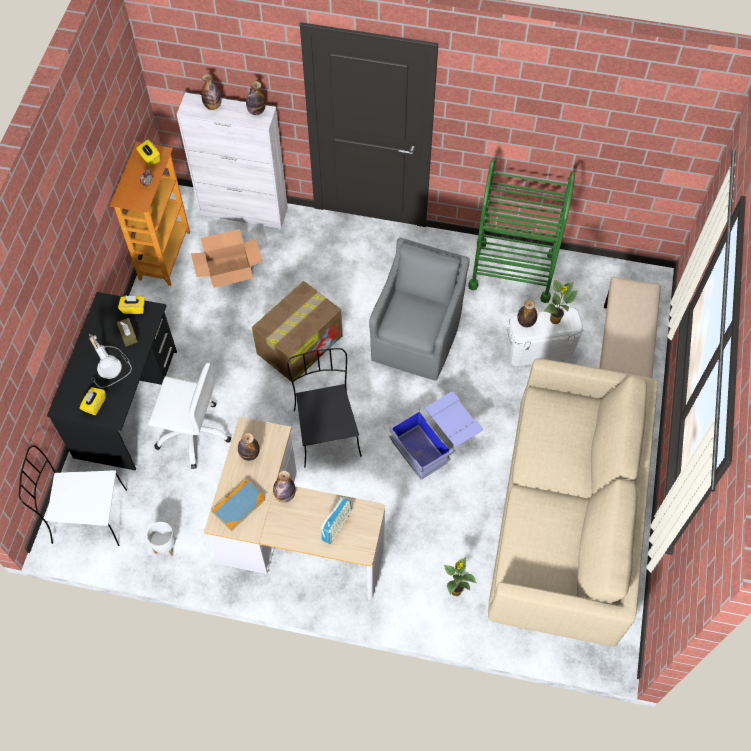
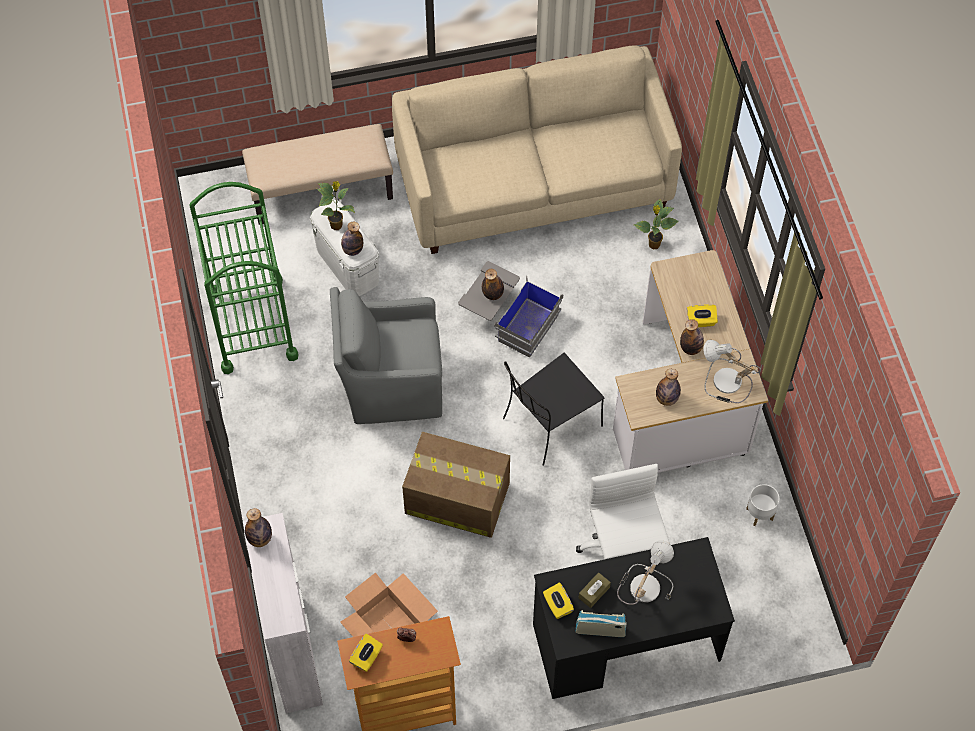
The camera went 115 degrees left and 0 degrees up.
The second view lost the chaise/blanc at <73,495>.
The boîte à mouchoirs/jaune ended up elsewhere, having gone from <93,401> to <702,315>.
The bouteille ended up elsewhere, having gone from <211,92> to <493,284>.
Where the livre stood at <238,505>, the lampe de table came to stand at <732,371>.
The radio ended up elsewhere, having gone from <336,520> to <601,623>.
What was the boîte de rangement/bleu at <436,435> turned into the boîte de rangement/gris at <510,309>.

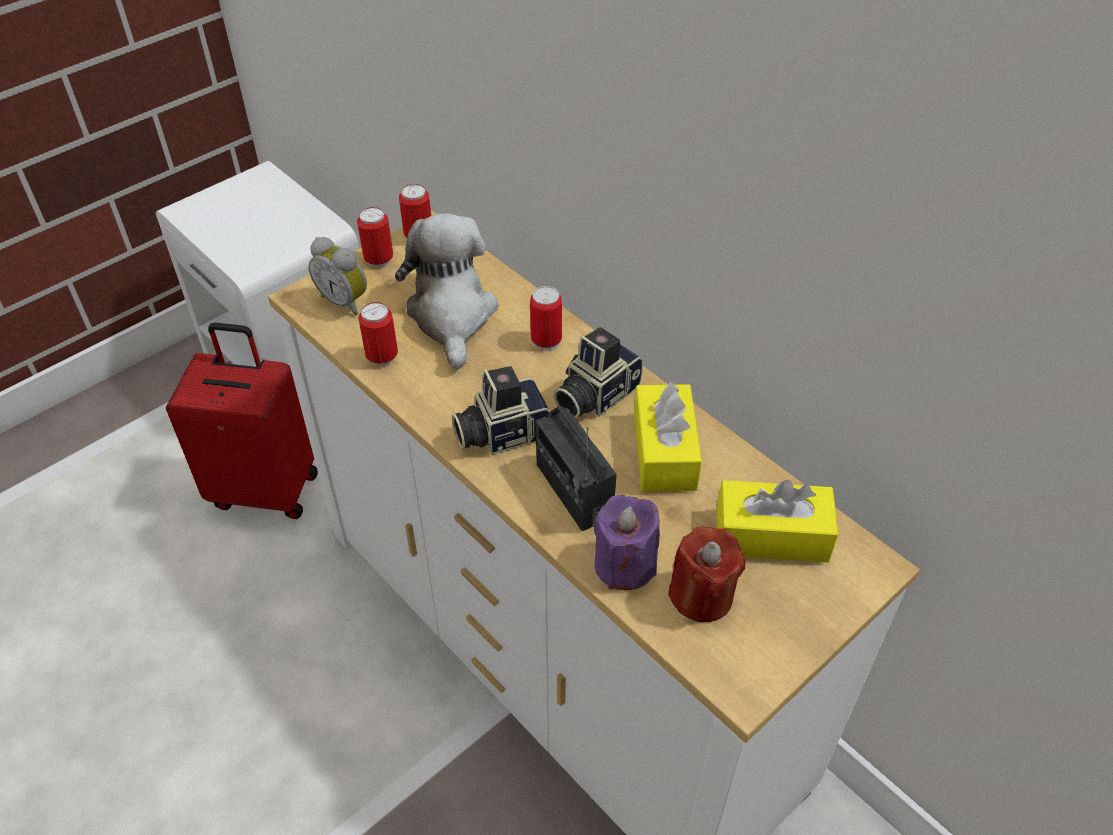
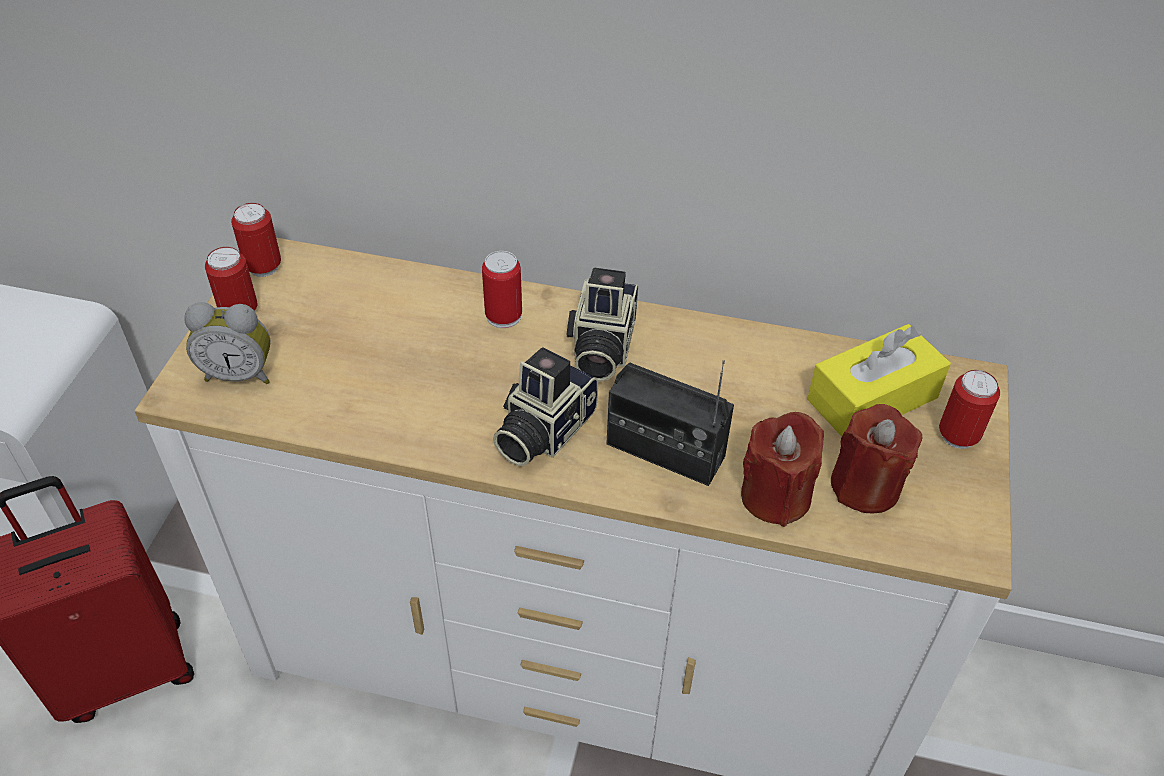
The camera went 35 degrees left and 0 degrees up.
The boîte métallique ended up elsewhere, having gone from <378,334> to <969,409>.
The second view lost the peluche at <446,291>.
What was the bougie/violet at <626,542> turned into the bougie/rouge at <782,469>.
The second view lost the boîte à mouchoirs/jaune at <668,437>.

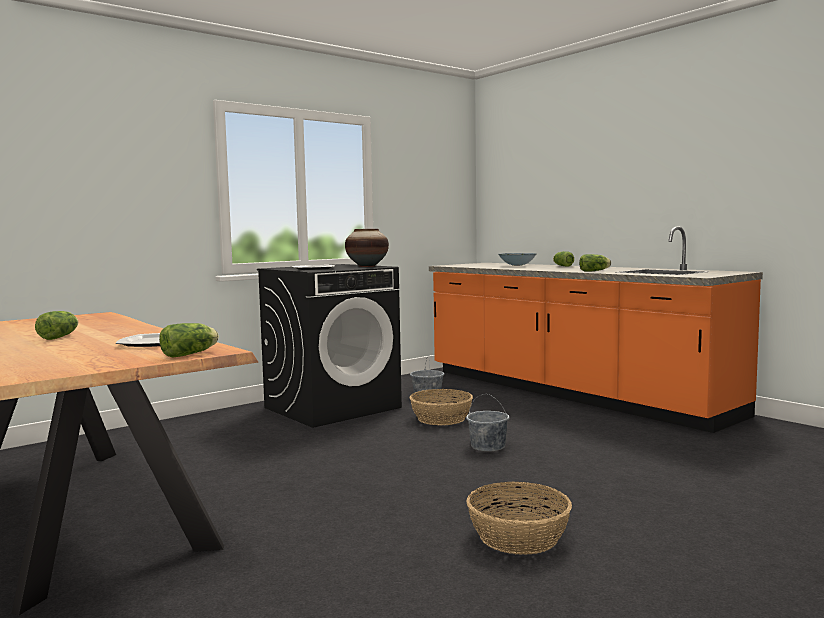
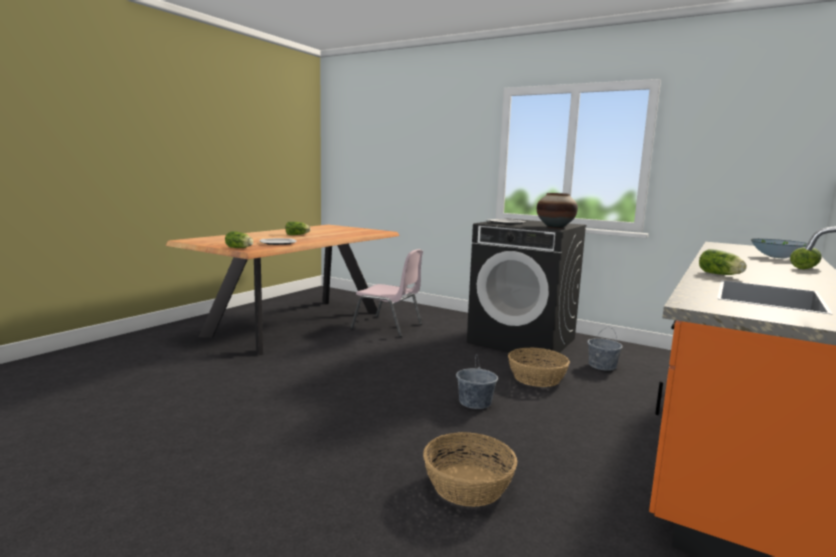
The camera went 70 degrees right and 5 degrees up.
The panier ended up elsewhere, having gone from <519,518> to <470,469>.
The second view gained the chaise/rose at <387,293>.

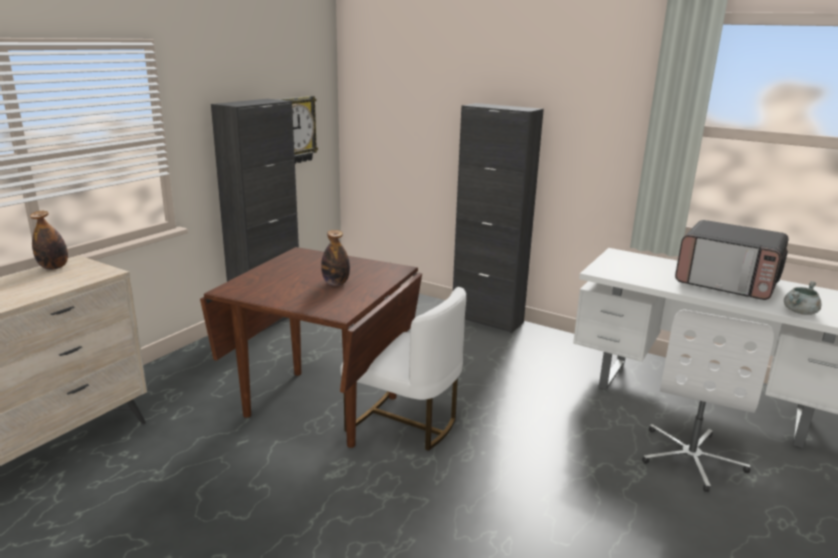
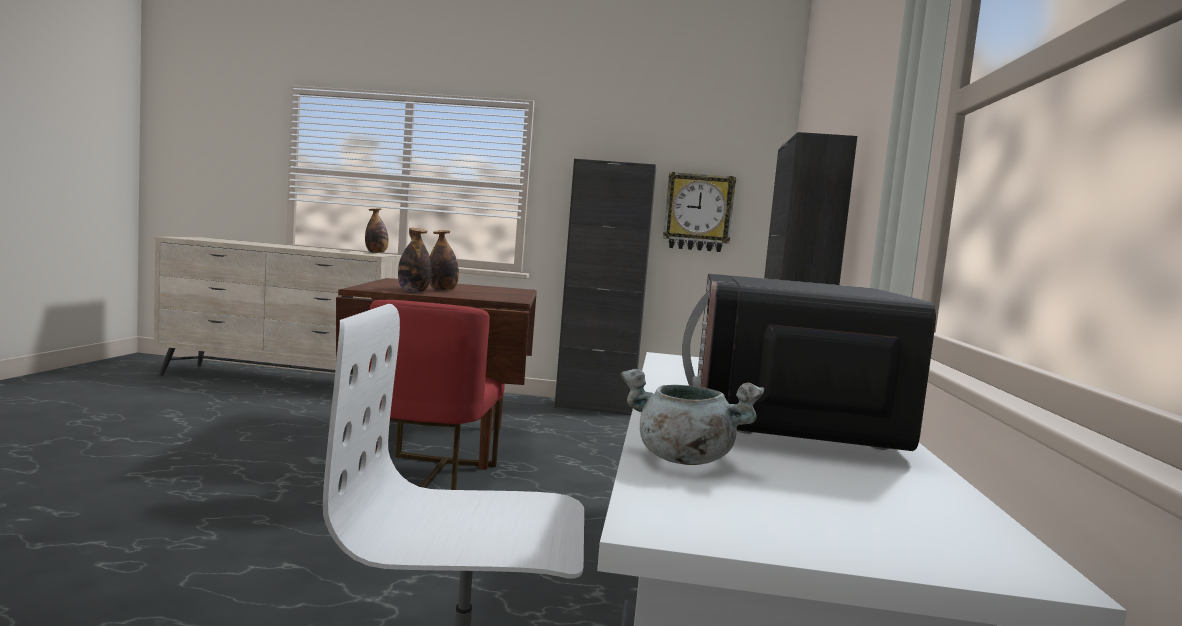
The camera went 65 degrees right and 15 degrees down.
What was the chaise/blanc at <403,369> turned into the chaise/rouge at <436,395>.
The second view gained the bouteille at <415,260>.

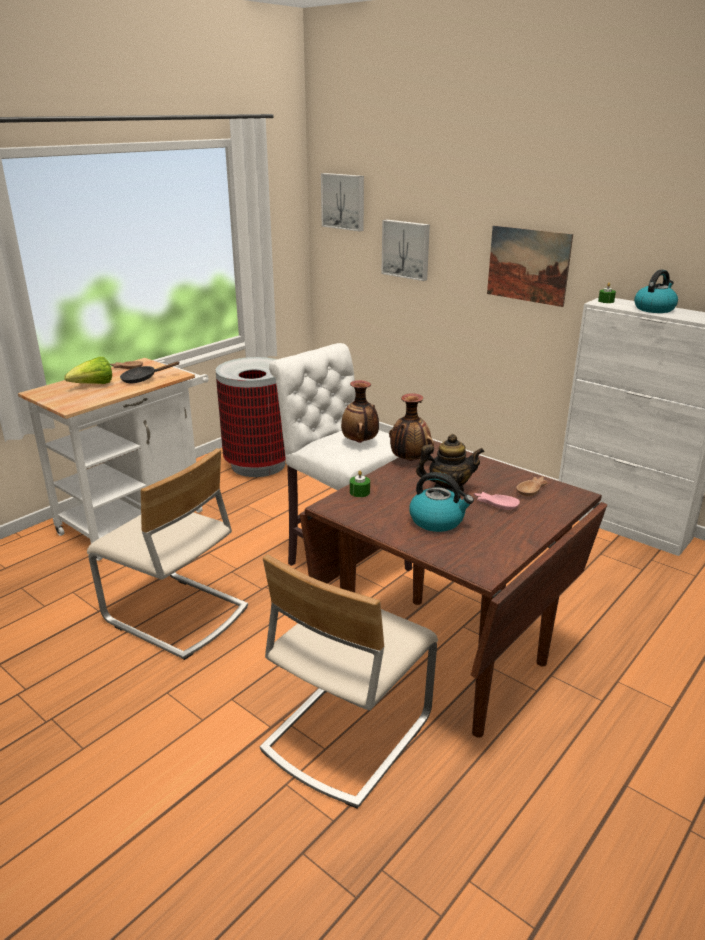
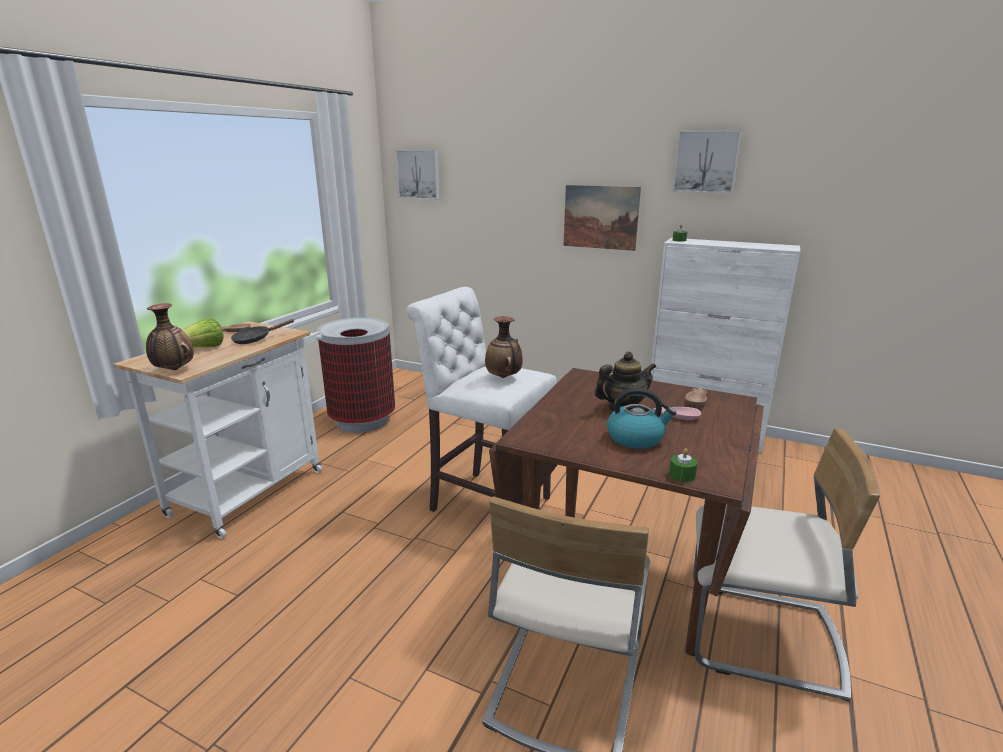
The camera went 15 degrees left and 5 degrees down.
The chaise/beige ended up elsewhere, having gone from <167,554> to <786,564>.
The bougie/vert ended up elsewhere, having gone from <360,484> to <683,465>.
The tableau ended up elsewhere, having gone from <405,250> to <707,162>.
The vase ended up elsewhere, having gone from <411,427> to <170,336>.
The second view lost the bouilloire at <656,291>.

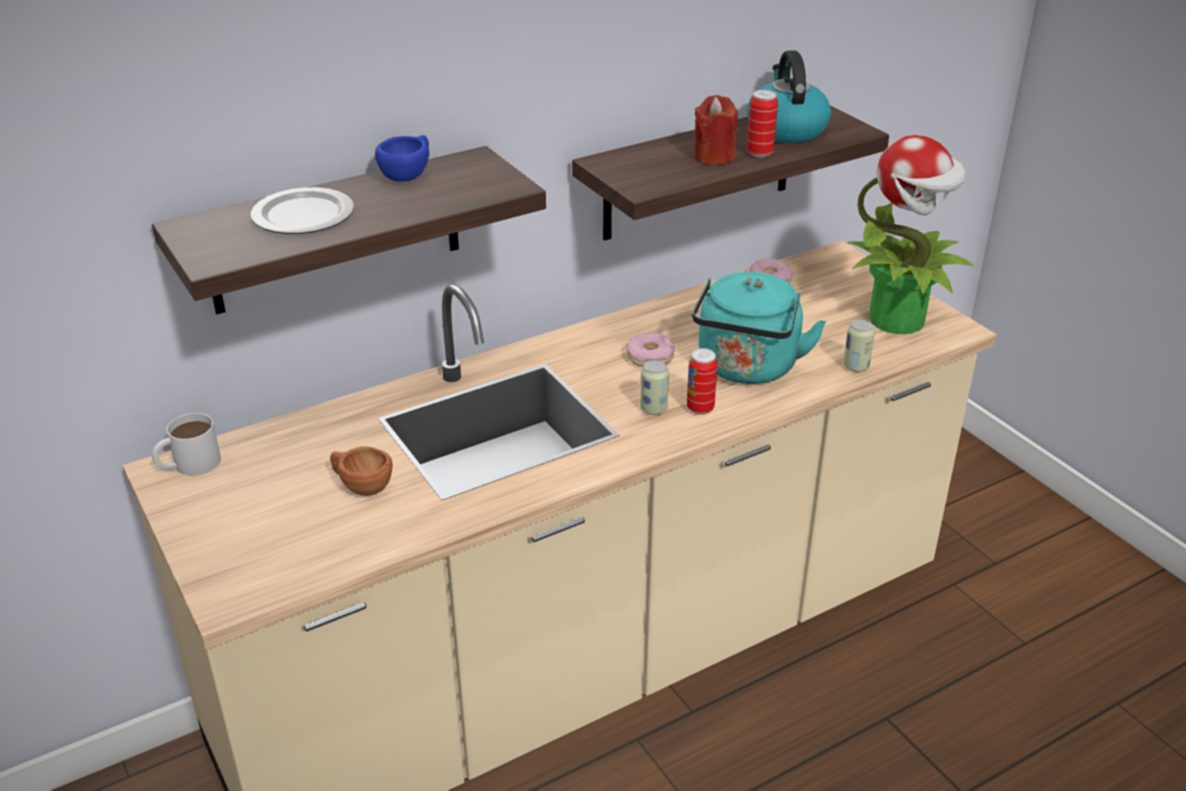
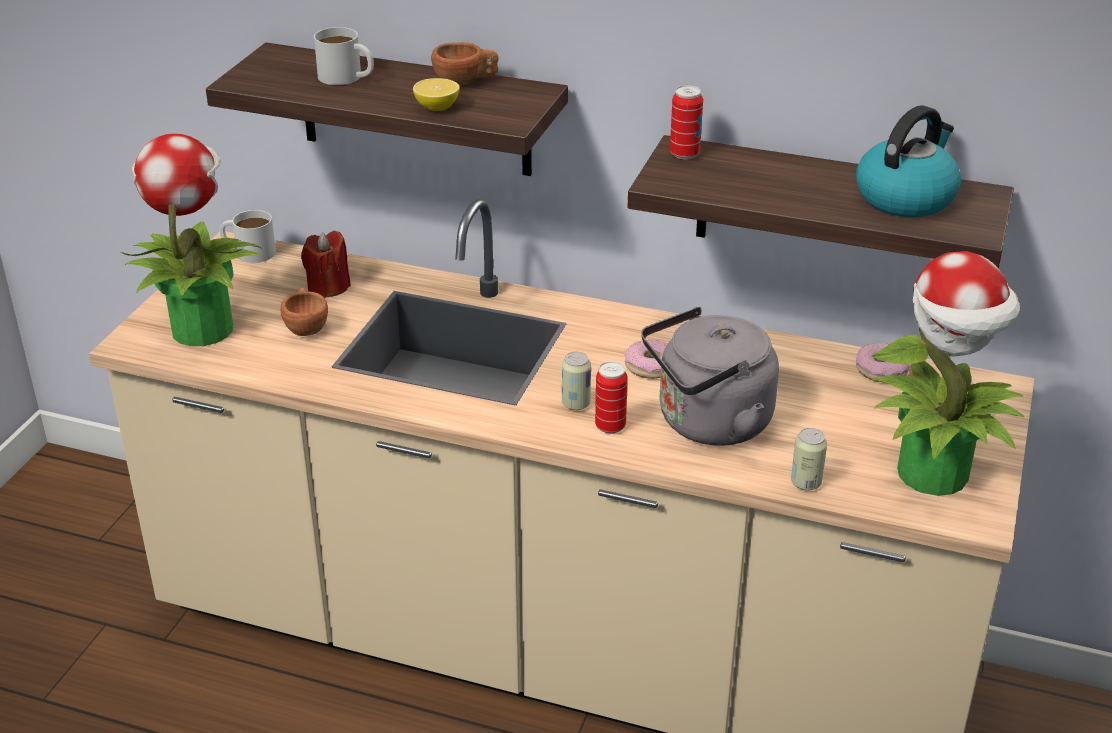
The camera went 50 degrees right and 0 degrees up.
Where the assiette stood at <302,210>, the mug/blanc came to stand at <344,56>.
What was the tasse/bleu at <402,158> turned into the tasse/marron at <465,63>.
What was the bouilloire/turquoise at <759,328> turned into the bouilloire/gris at <710,376>.
The bougie/rouge ended up elsewhere, having gone from <716,130> to <326,264>.
The boîte métallique ended up elsewhere, having gone from <762,123> to <686,122>.
The second view gained the plante en pot at <191,240>.
The second view gained the citron at <436,94>.

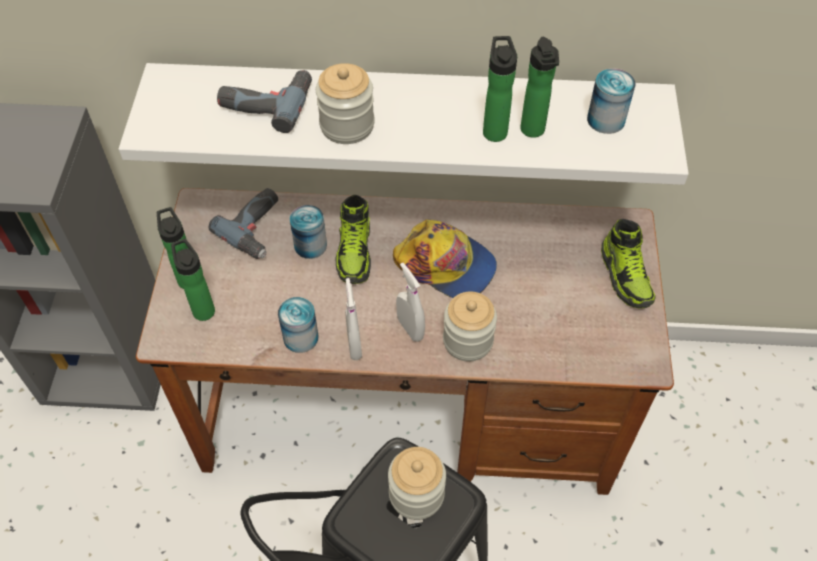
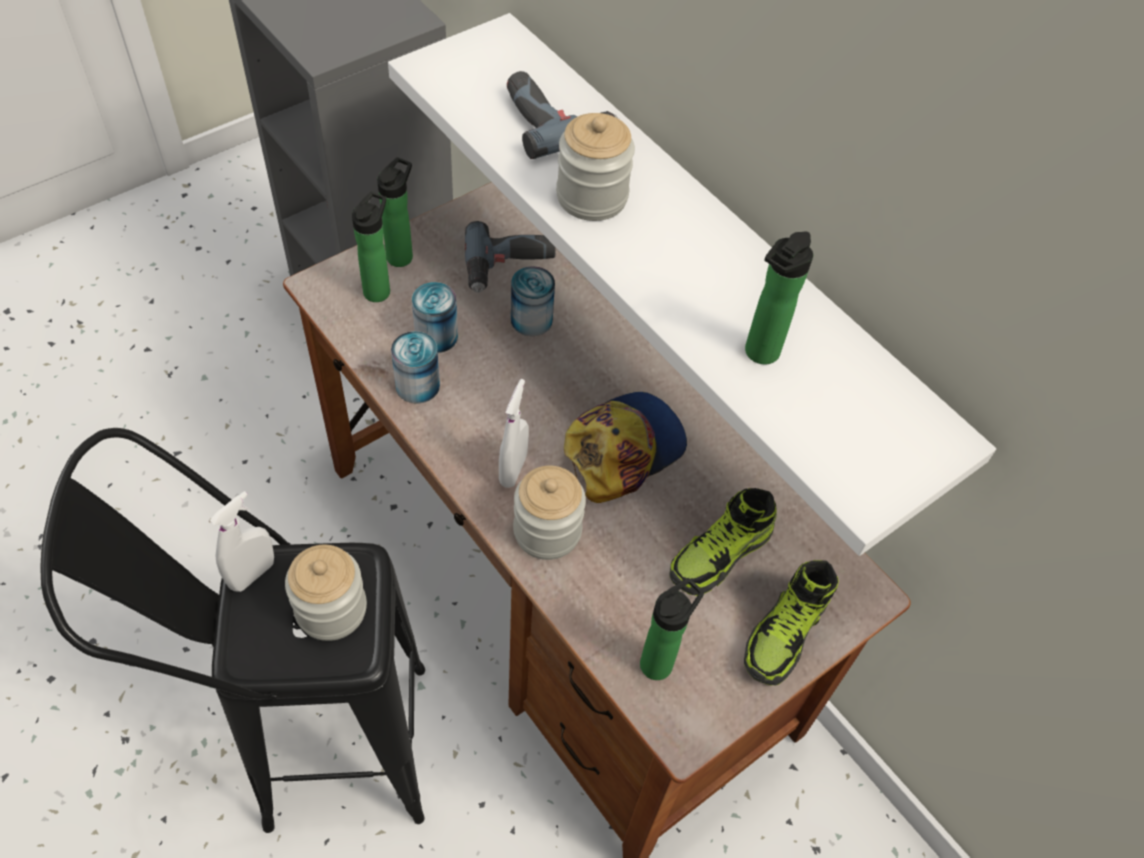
The camera went 45 degrees right and 0 degrees up.
The chaussure ended up elsewhere, having gone from <353,239> to <723,542>.
The vaporisateur/blanc ended up elsewhere, having gone from <353,319> to <241,541>.
The casquette at <445,259> ended up facing another way, 120 degrees counterclockwise from before.
The bouteille ended up elsewhere, having gone from <500,89> to <672,629>.
The boîte métallique ended up elsewhere, having gone from <611,101> to <435,317>.

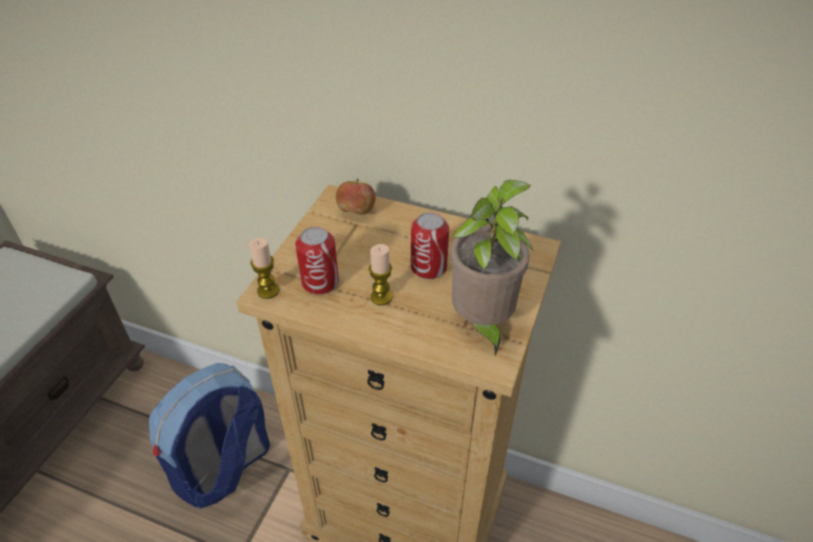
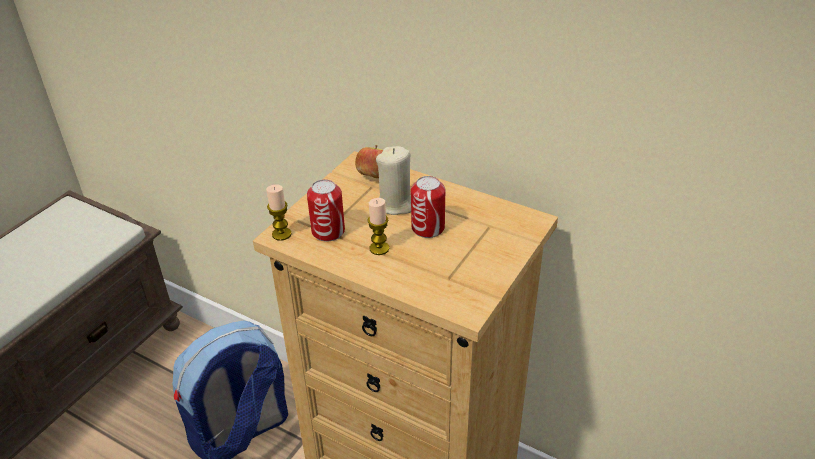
The camera went 10 degrees right and 5 degrees down.
The second view lost the plante en pot at <492,268>.
The second view gained the bougie/beige at <393,180>.

